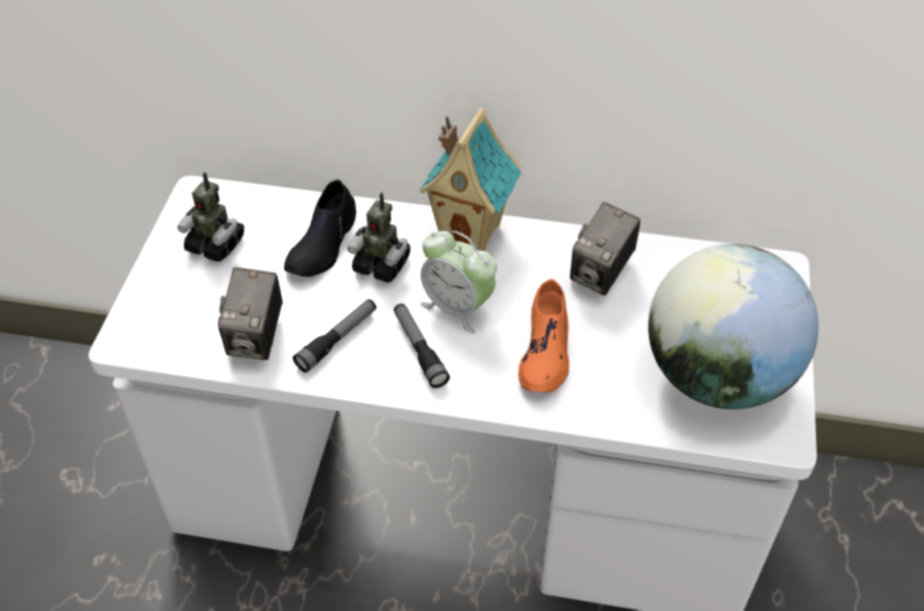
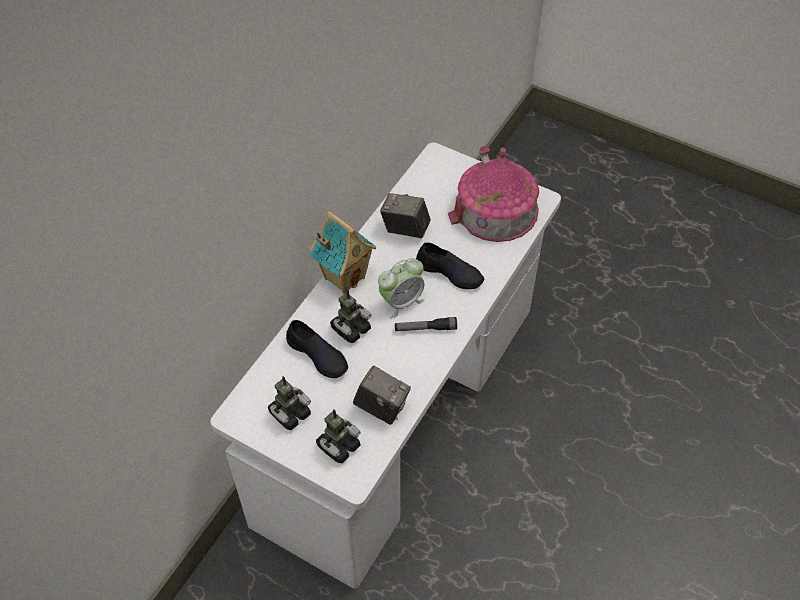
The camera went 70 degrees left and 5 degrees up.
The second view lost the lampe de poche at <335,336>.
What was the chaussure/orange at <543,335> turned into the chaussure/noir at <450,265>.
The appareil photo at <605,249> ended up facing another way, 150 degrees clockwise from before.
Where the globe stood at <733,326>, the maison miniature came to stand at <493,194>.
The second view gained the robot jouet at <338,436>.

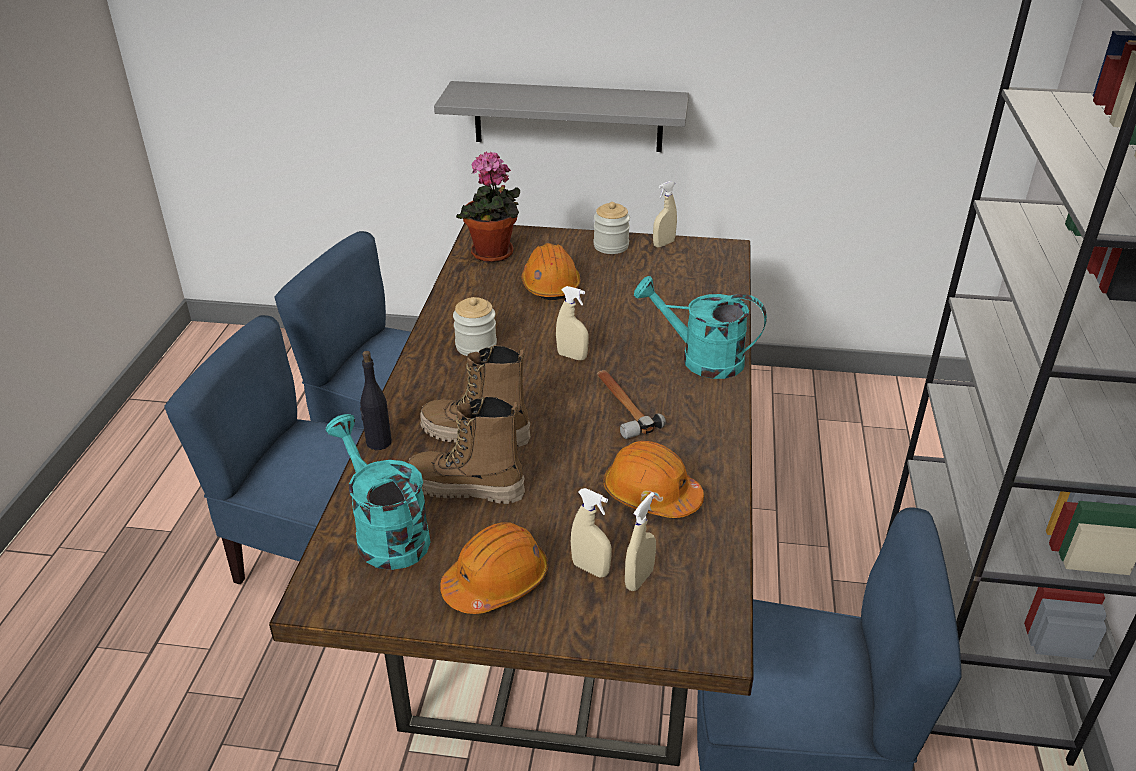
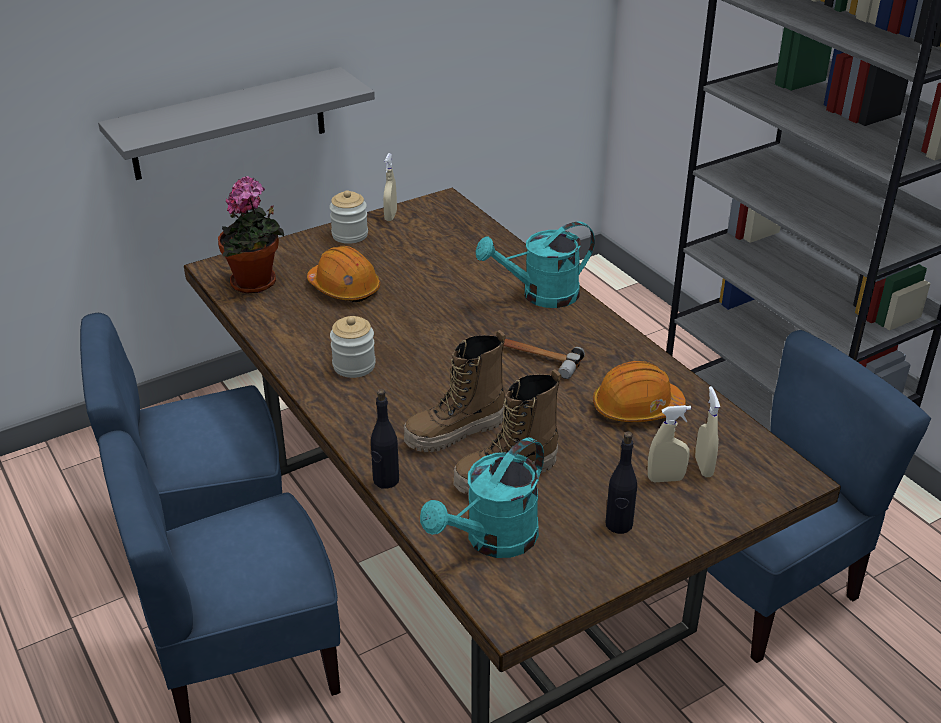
The camera went 40 degrees left and 0 degrees up.
The arrosoir/turquoise at <377,492> ended up facing another way, 60 degrees counterclockwise from before.
Where the casque de chantier/orange stood at <494,568>, the bouteille/noir came to stand at <621,483>.
The second view lost the vaporisateur/beige at <572,323>.

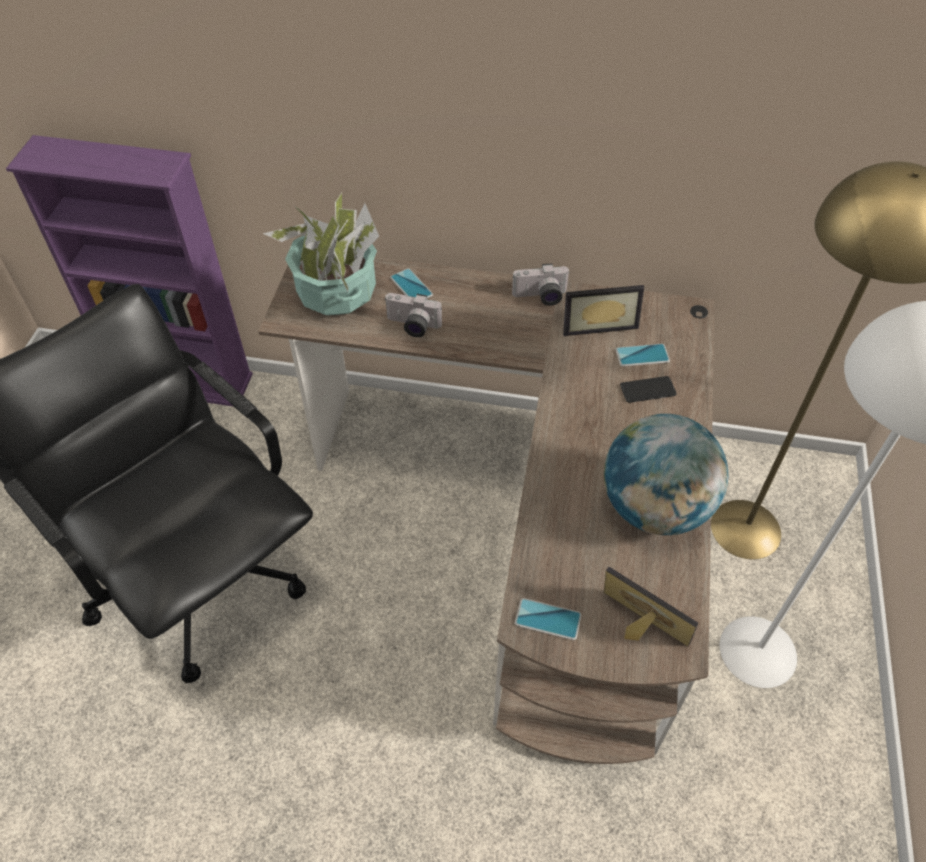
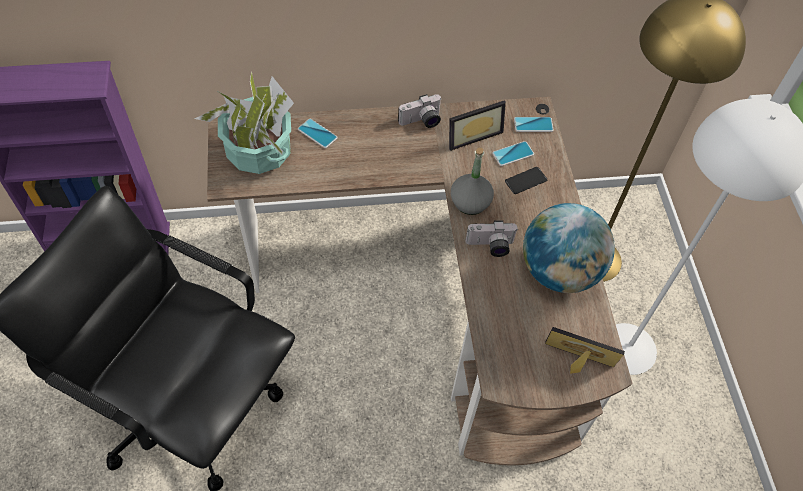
The camera went 20 degrees left and 5 degrees up.
The appareil photo ended up elsewhere, having gone from <413,315> to <491,238>.
The téléphone ended up elsewhere, having gone from <548,619> to <534,124>.
The second view gained the bouteille/gris at <472,181>.

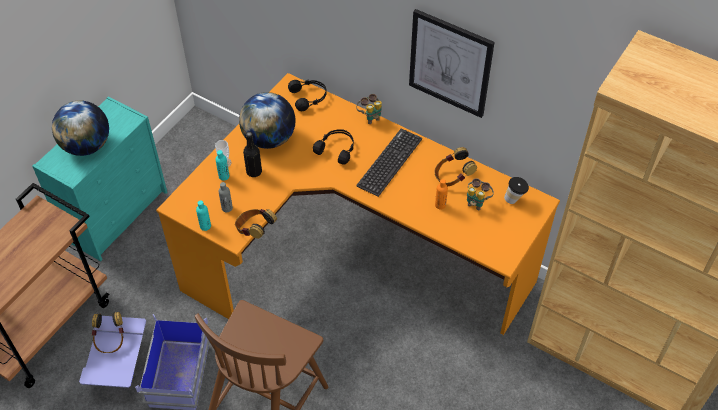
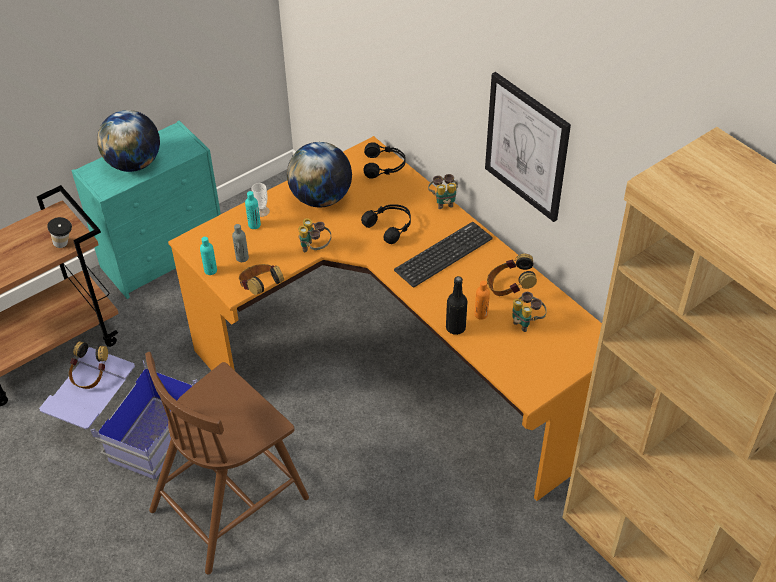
The camera went 20 degrees right and 5 degrees down.
The bouteille/noir ended up elsewhere, having gone from <252,154> to <456,305>.
The tasse ended up elsewhere, having gone from <516,190> to <59,232>.
The second view gained the jumelles at <314,235>.

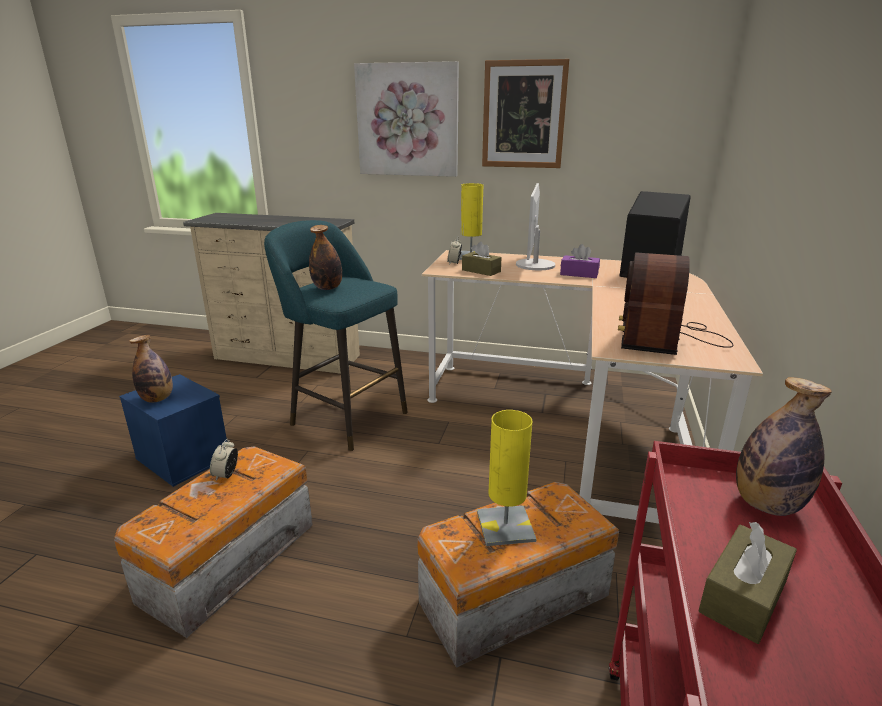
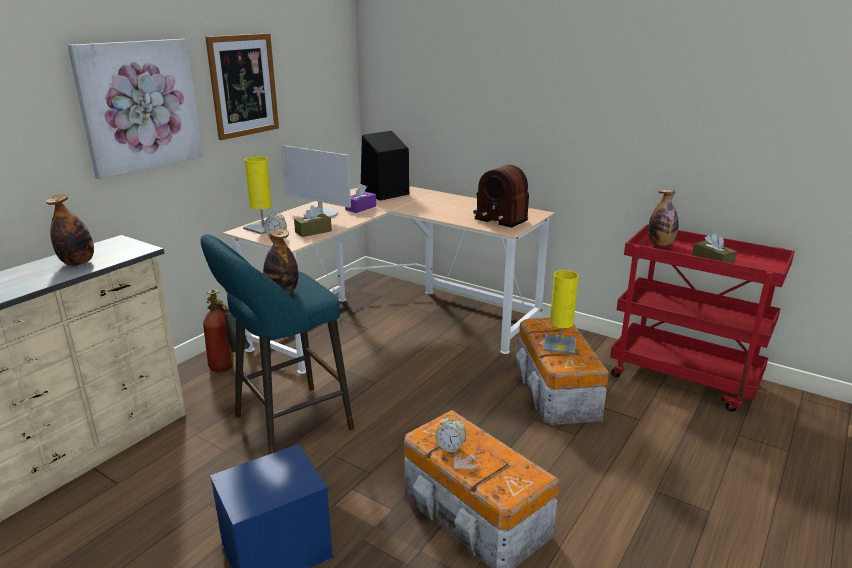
The camera went 70 degrees left and 0 degrees up.
The bouteille ended up elsewhere, having gone from <151,369> to <70,230>.
The second view gained the extincteur at <226,330>.

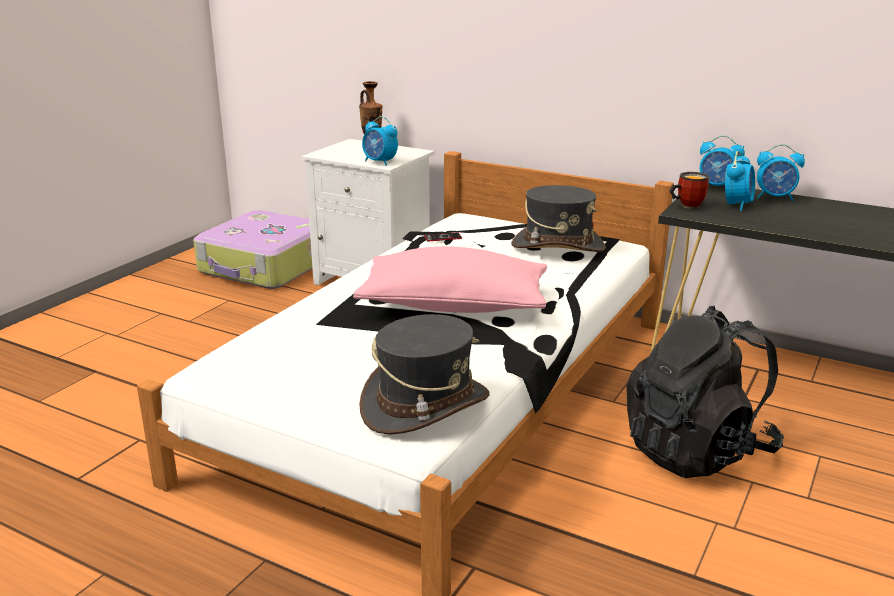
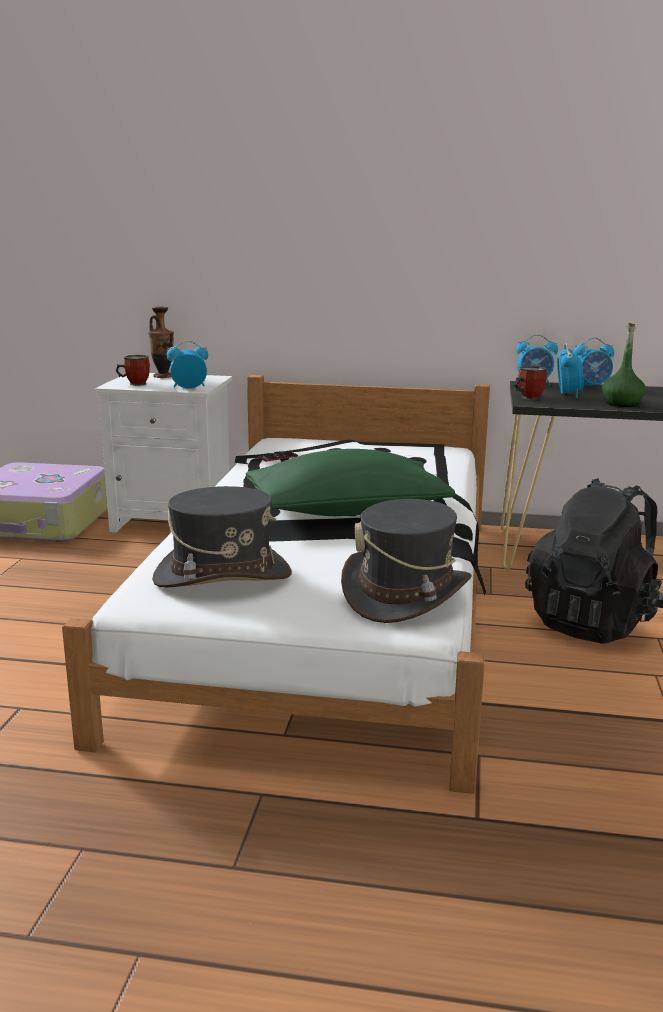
The camera went 20 degrees left and 5 degrees down.
What was the coussin/rose at <450,279> turned into the coussin/vert at <350,482>.
The réveil at <380,141> ended up facing another way, 150 degrees clockwise from before.
The chapeau/gris ended up elsewhere, having gone from <558,218> to <222,537>.
The second view gained the mug at <133,370>.
The second view gained the bouteille/vert at <624,365>.

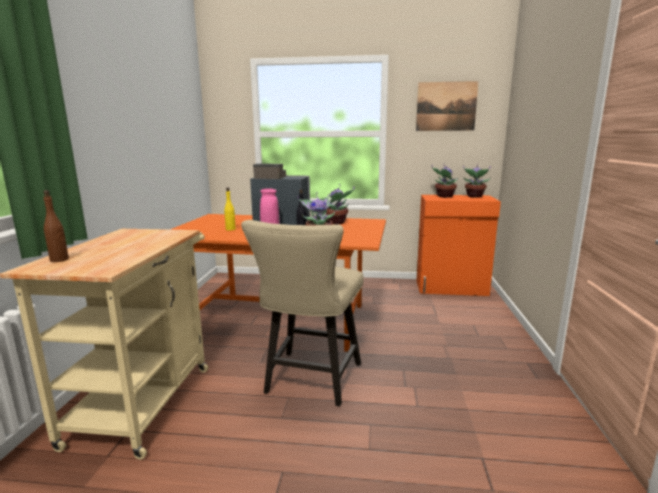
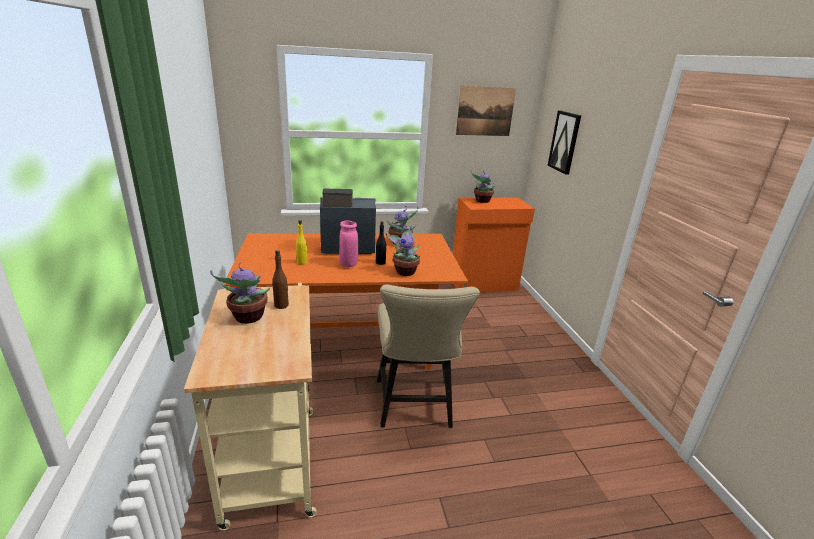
The camera went 20 degrees left and 10 degrees up.
The bouteille/marron ended up elsewhere, having gone from <56,226> to <280,279>.
The plante en pot ended up elsewhere, having gone from <477,180> to <240,293>.
The second view gained the tableau at <564,142>.

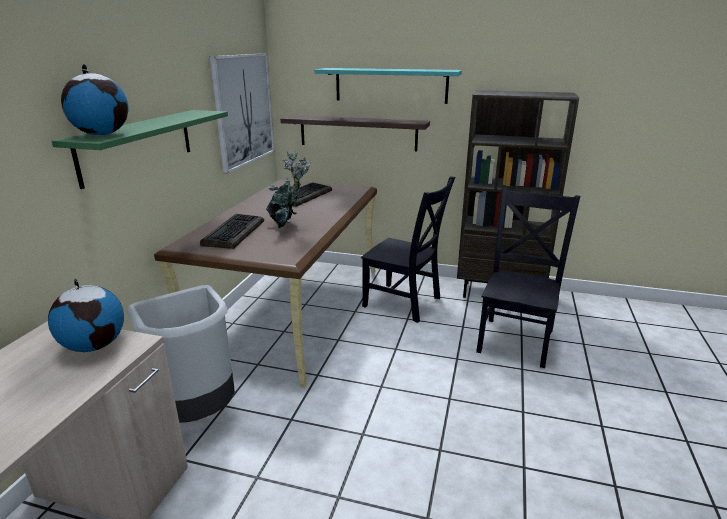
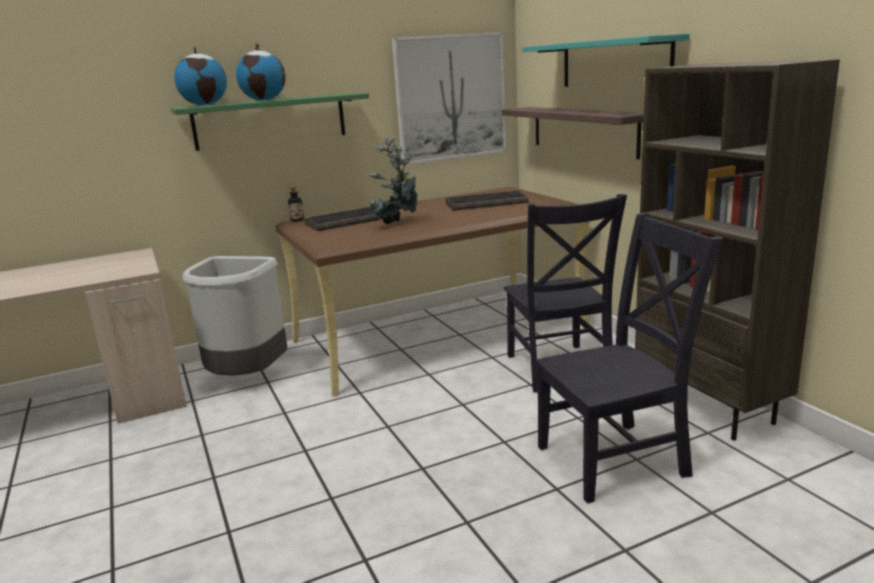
The camera went 50 degrees right and 5 degrees down.
The globe ended up elsewhere, having gone from <86,315> to <260,72>.
The second view gained the bouteille at <296,204>.

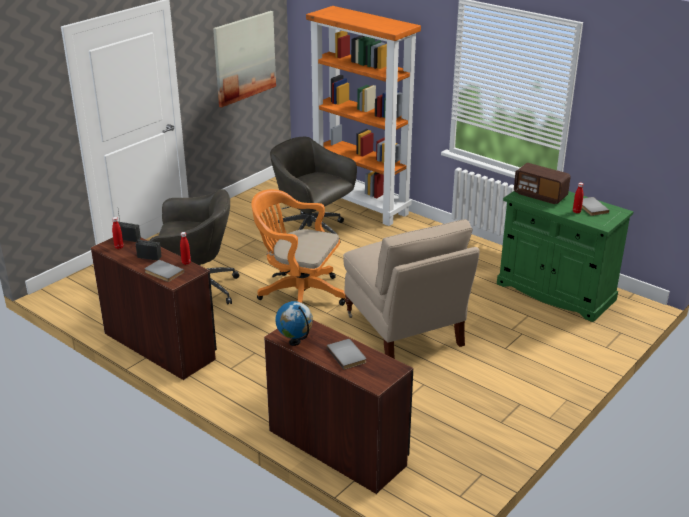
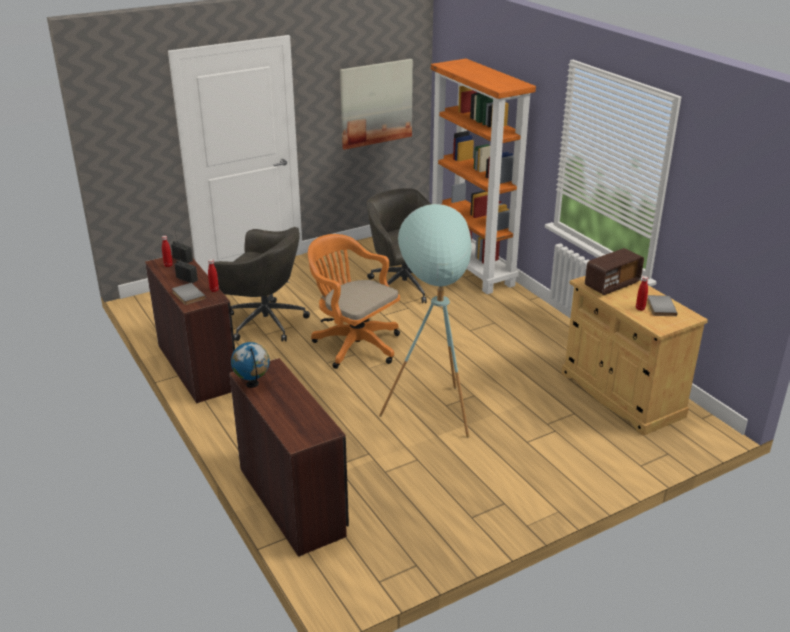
The camera went 20 degrees right and 0 degrees up.
The second view lost the livre/gris at <346,354>.
Where the chaise/beige stood at <411,289>, the lampadaire/turquoise came to stand at <425,321>.
What was the meuble de rangement/vert at <565,256> turned into the meuble de rangement/beige at <635,356>.
The radio at <542,183> ended up facing another way, 90 degrees counterclockwise from before.

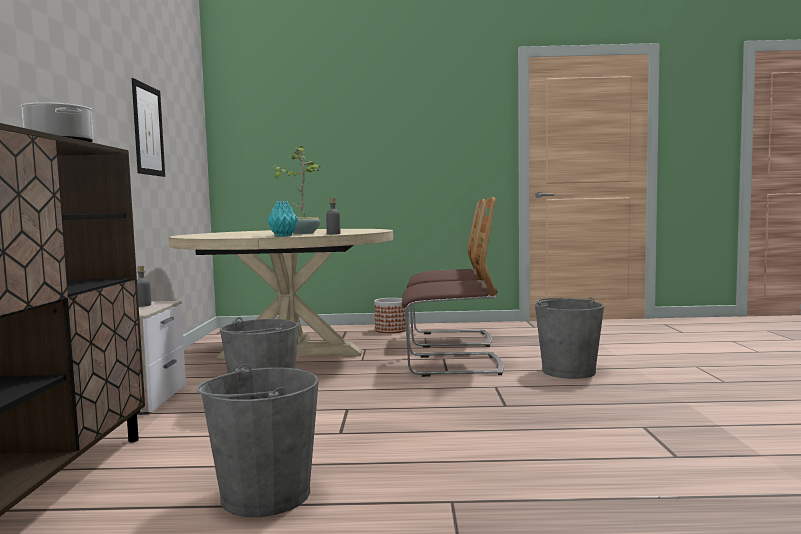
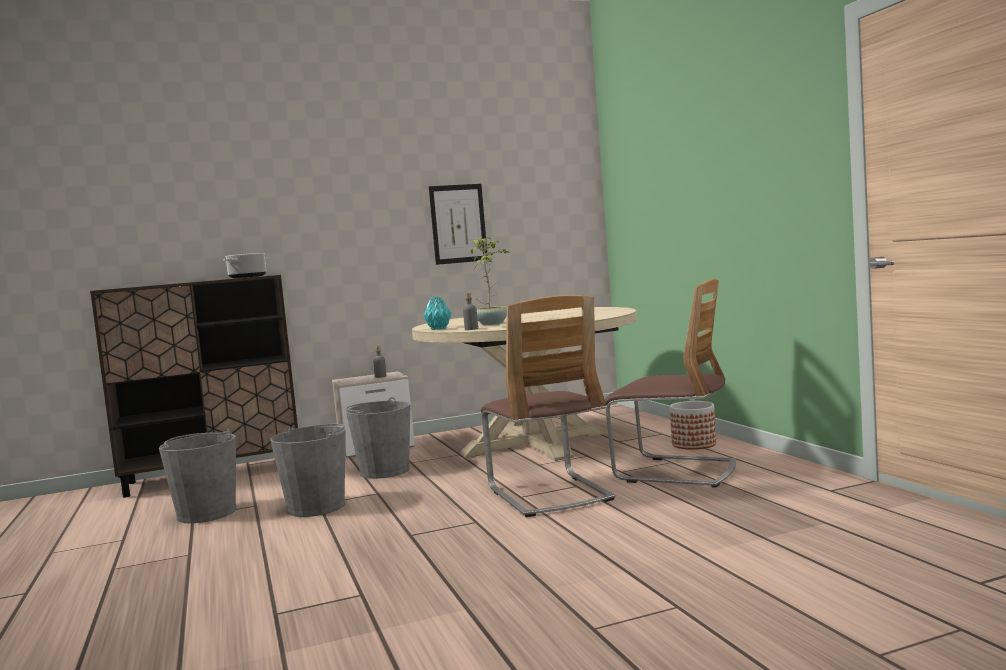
The camera went 70 degrees right and 0 degrees up.
The chaise at <449,273> ended up facing another way, 45 degrees counterclockwise from before.
The seau/gris ended up elsewhere, having gone from <569,338> to <308,470>.

